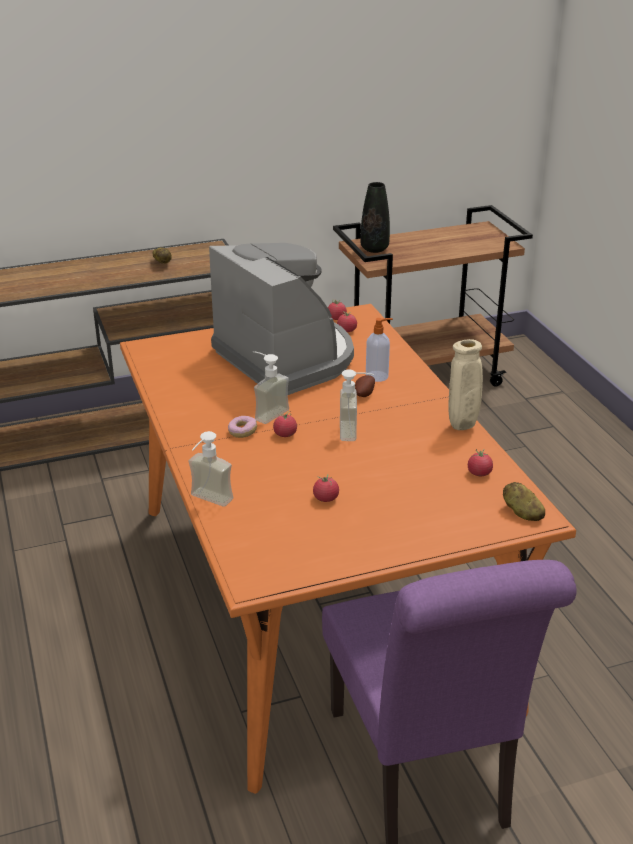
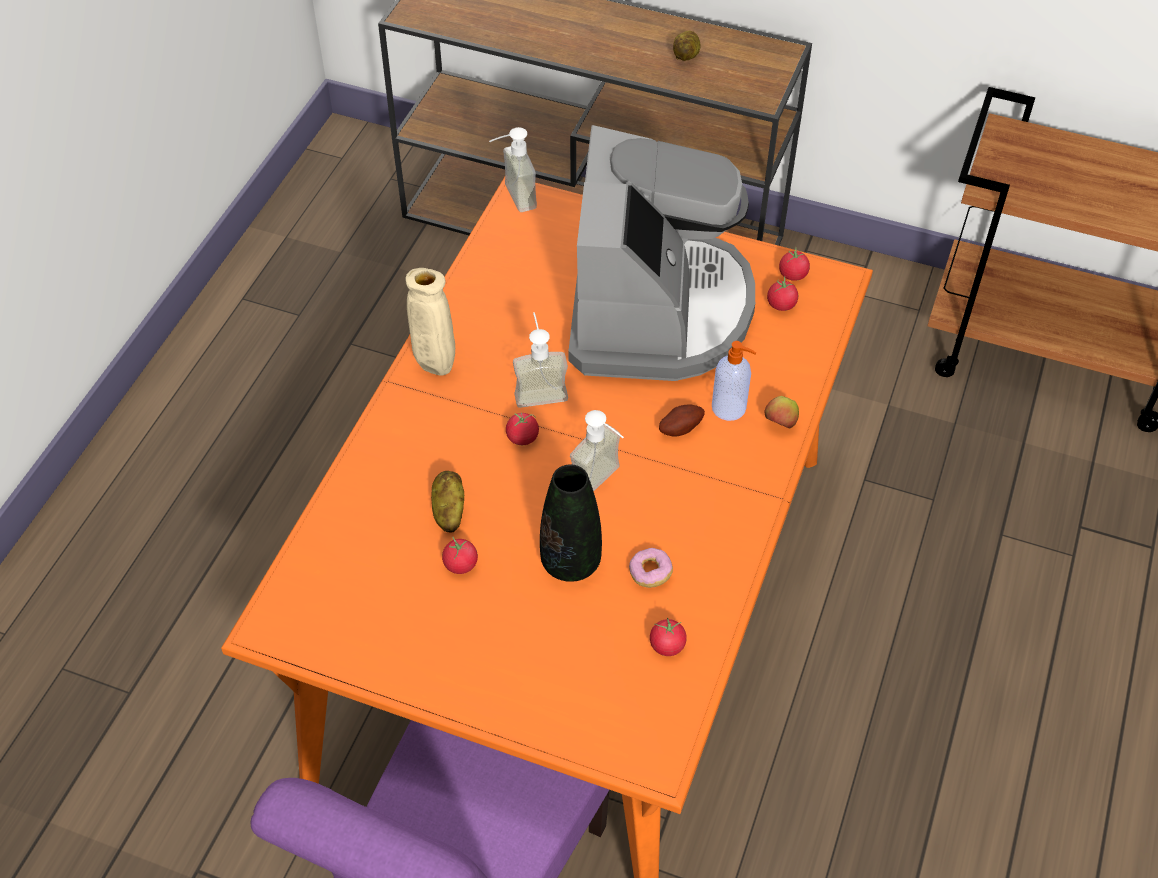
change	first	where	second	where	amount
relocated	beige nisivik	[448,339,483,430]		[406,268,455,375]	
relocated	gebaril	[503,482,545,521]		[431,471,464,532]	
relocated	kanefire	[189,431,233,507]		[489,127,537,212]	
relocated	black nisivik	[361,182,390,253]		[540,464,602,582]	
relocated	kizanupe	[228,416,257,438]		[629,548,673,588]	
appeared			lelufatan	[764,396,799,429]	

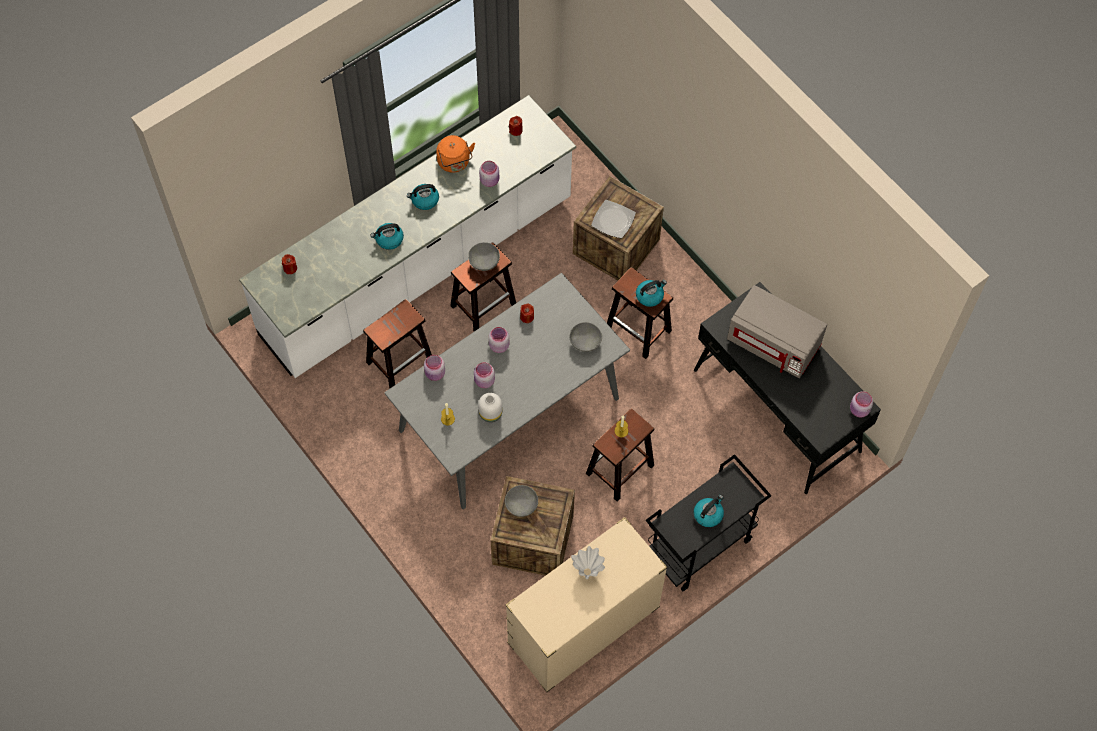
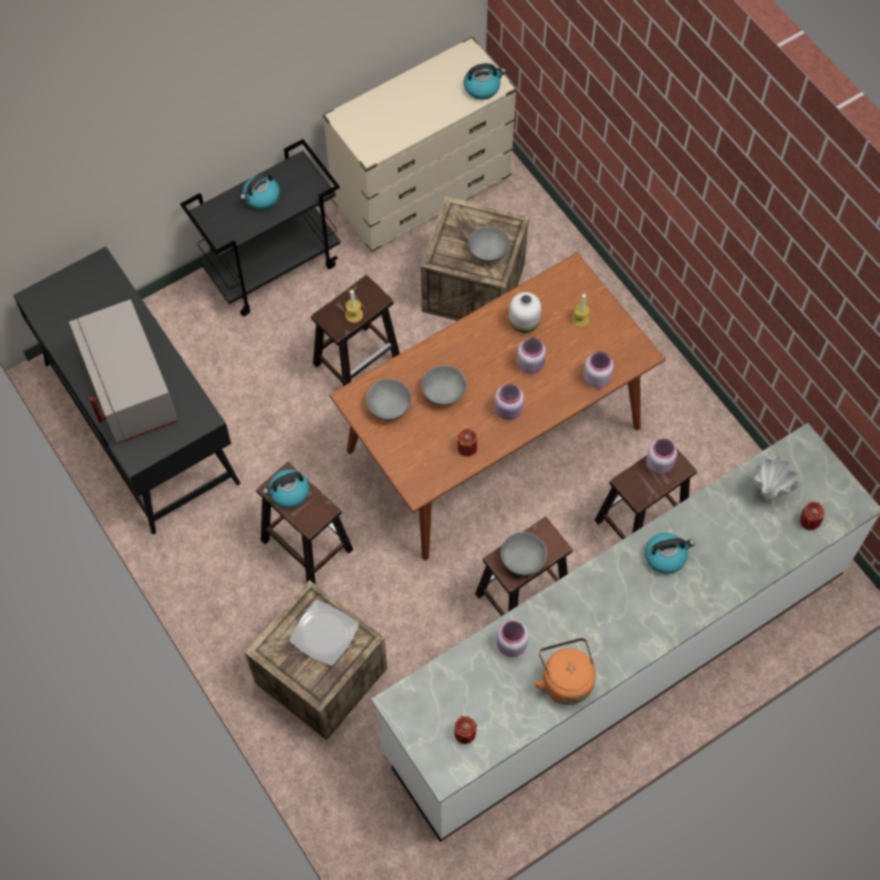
change	first	where	second	where	amount
spun	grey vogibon	[727,285,827,378]		[69,300,178,442]	150 degrees counterclockwise
colour	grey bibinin	[384,273,630,510]	brown bibinin	[329,252,665,561]	
appeared			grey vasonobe	[422,365,467,406]	
relocated	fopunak	[407,184,439,210]		[464,63,506,100]	
relocated	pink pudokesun	[850,392,873,417]		[646,438,677,474]	
relocated	white nisivik	[571,546,605,579]		[754,455,800,499]	

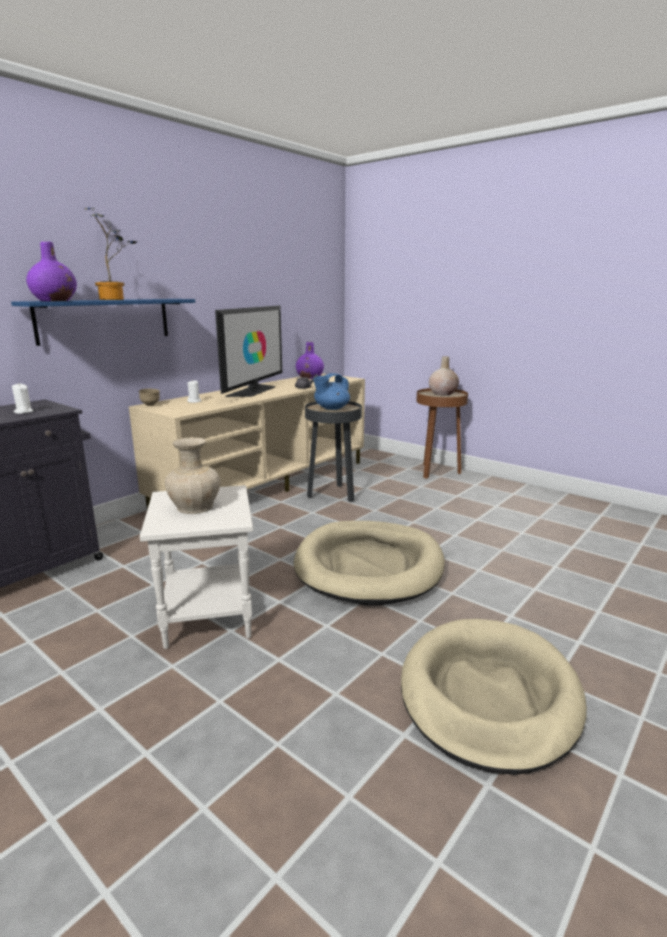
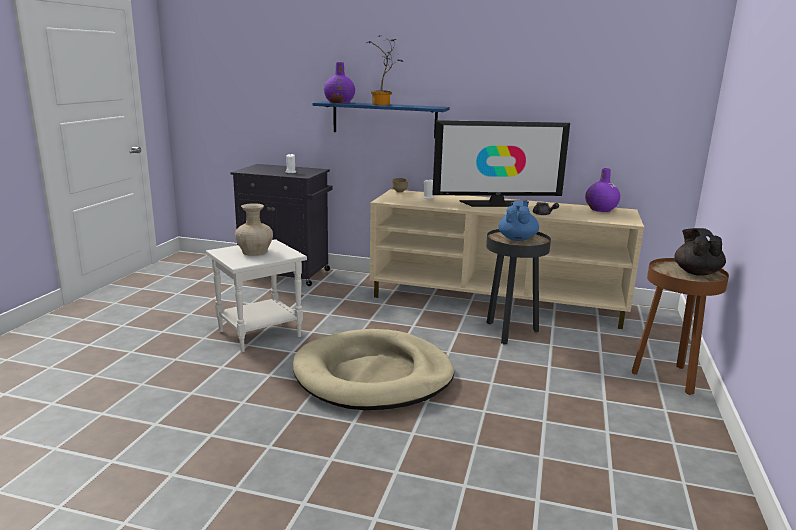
change	first	where	second	where	amount
spun	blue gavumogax	[313,373,350,410]		[498,201,539,241]	75 degrees clockwise
exchanged	beige nisivik	[429,356,459,395]	black gavumogax	[674,228,726,276]	
missing	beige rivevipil	[401,619,587,775]			

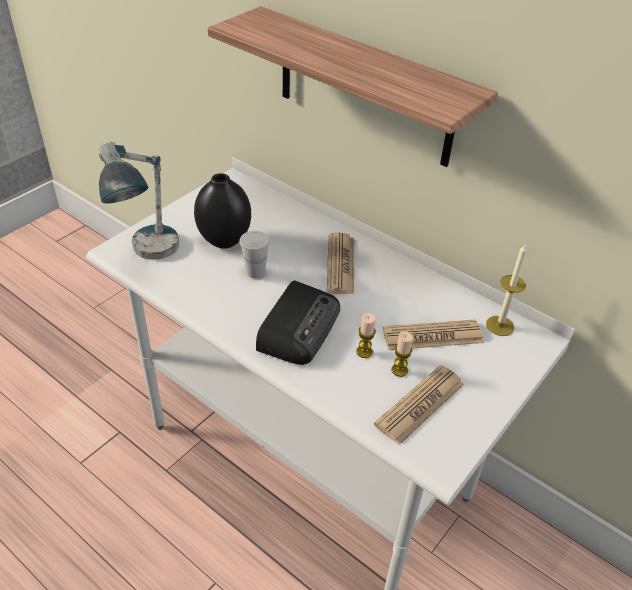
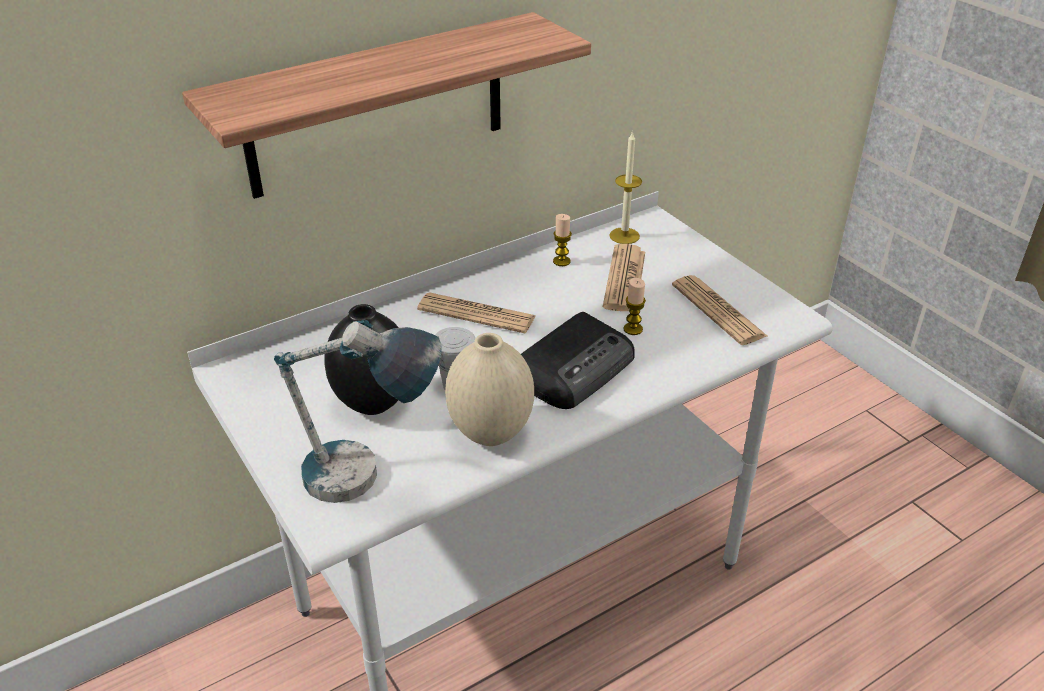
change	first	where	second	where	amount
appeared			beige nisivik	[445,333,534,446]	
spun	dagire	[256,280,340,365]		[521,312,635,409]	90 degrees clockwise
relocated	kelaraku	[391,331,413,377]		[553,214,572,266]	

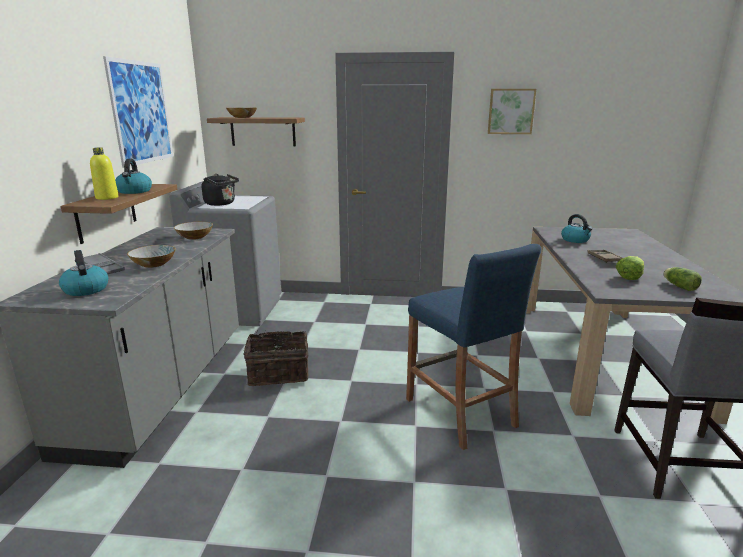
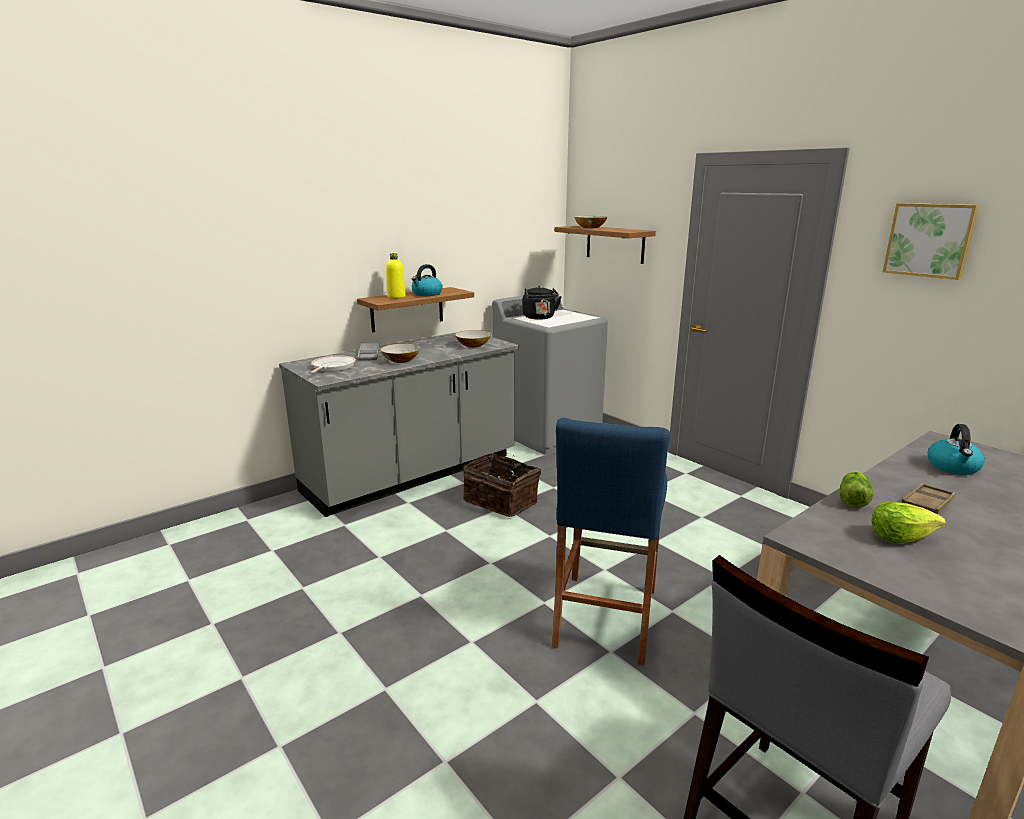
change	first	where	second	where	amount
exchanged	fopunak	[59,250,108,296]	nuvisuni	[310,355,356,373]	
relocated	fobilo	[663,267,702,291]		[840,472,874,508]	
missing	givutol	[103,56,173,168]			

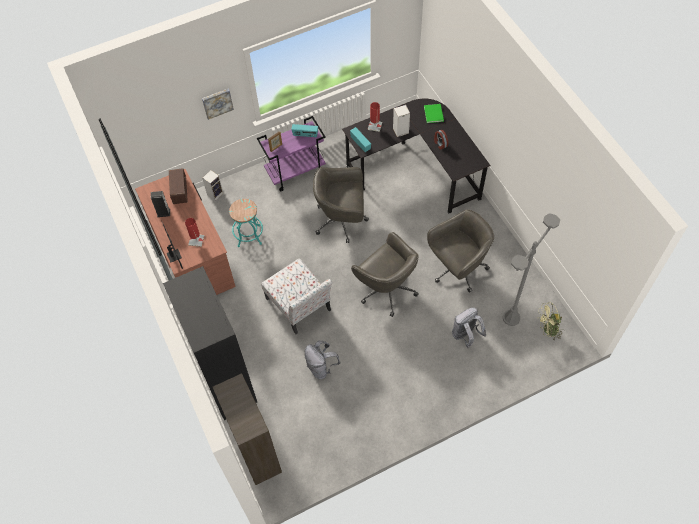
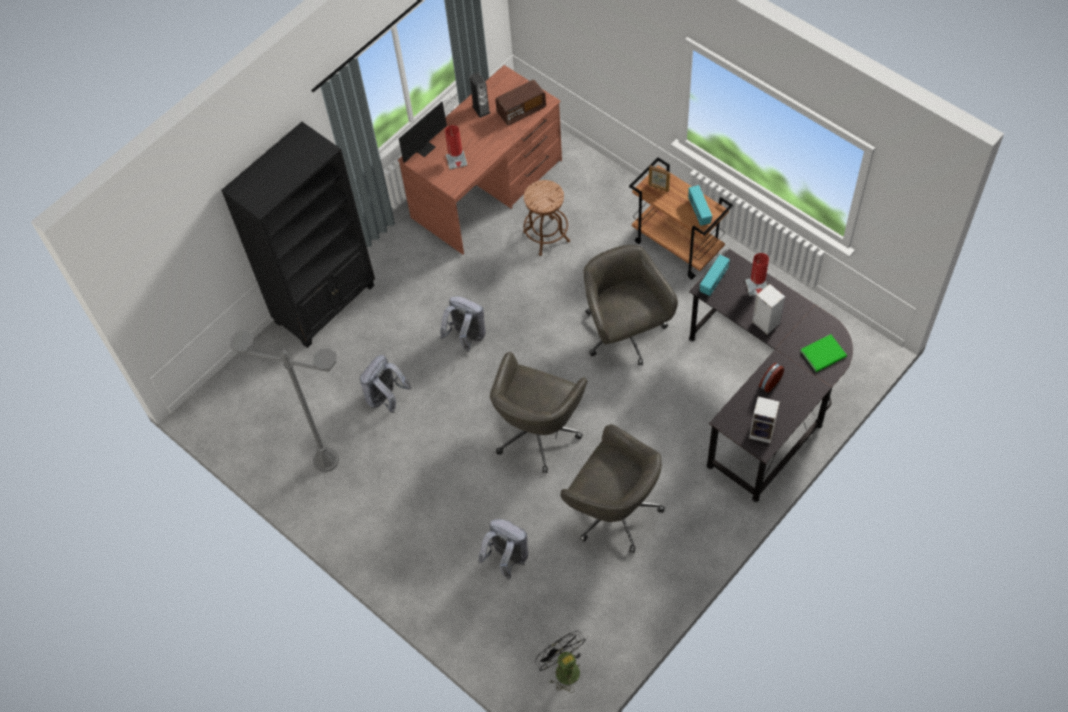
change	first	where	second	where	amount
relocated	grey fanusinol	[503,213,560,326]		[230,331,339,472]	
exchanged	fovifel	[261,258,332,334]	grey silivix	[440,296,486,352]	
colour	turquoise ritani	[229,199,263,247]	brown ritani	[523,180,570,256]	
colour	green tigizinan	[538,302,564,340]	black tigizinan	[535,631,586,693]	
colour	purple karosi	[257,116,326,192]	brown karosi	[629,158,733,279]	
relocated	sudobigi	[202,170,223,201]		[749,396,780,443]	
missing	givutol	[202,89,234,120]			
missing	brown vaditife	[213,373,282,485]			

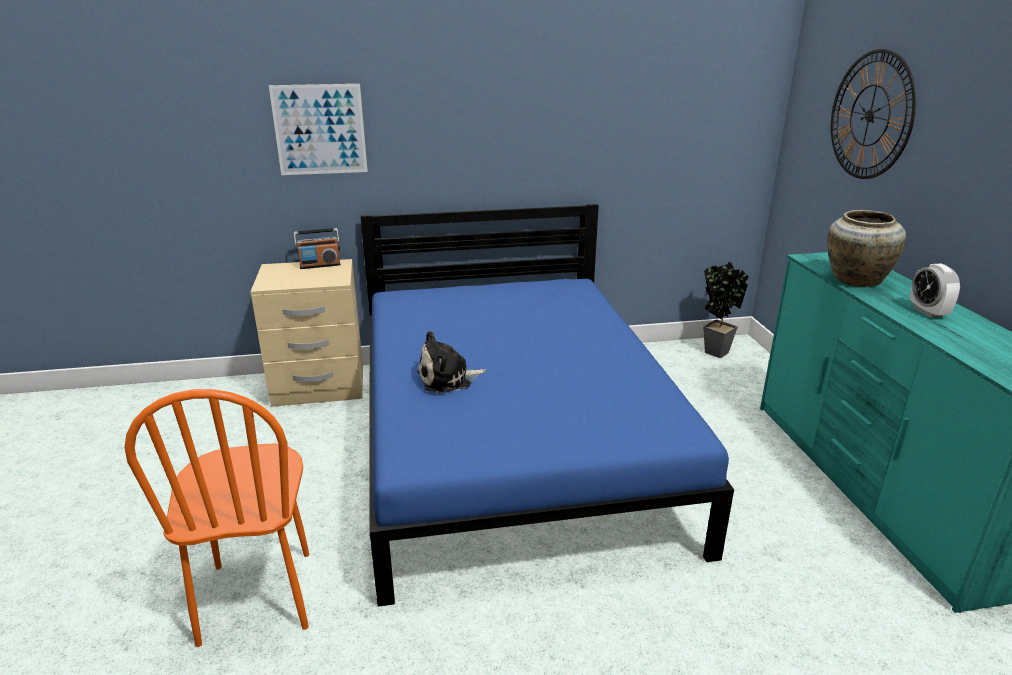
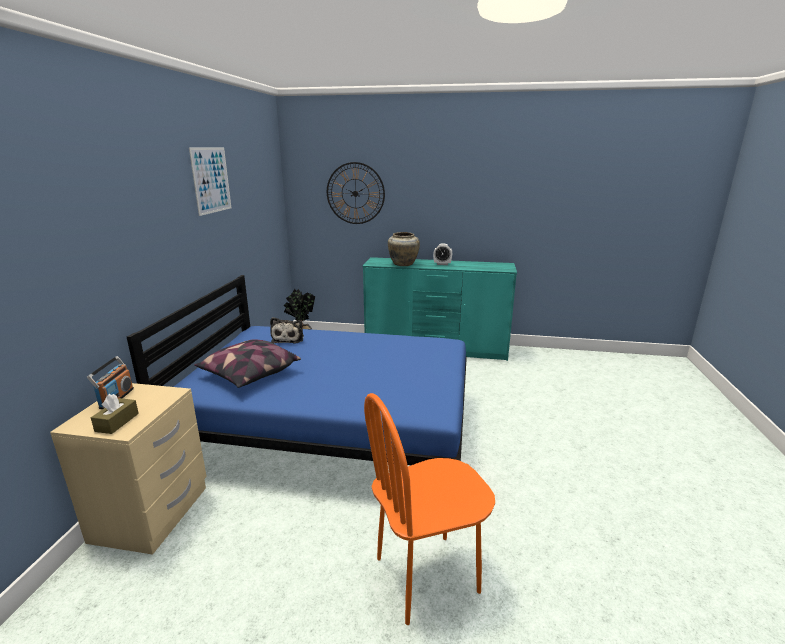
change	first	where	second	where	amount
appeared			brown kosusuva	[91,394,139,434]	
relocated	givutol	[269,84,368,175]		[189,148,231,216]	
appeared			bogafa	[194,339,301,388]	
relocated	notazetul	[417,331,486,393]		[270,317,304,344]	
spun	orange fovifel	[124,389,309,647]		[364,393,495,625]	150 degrees clockwise

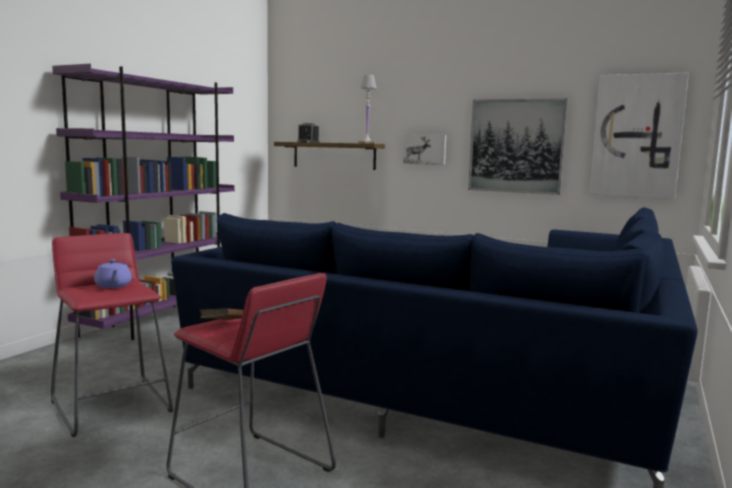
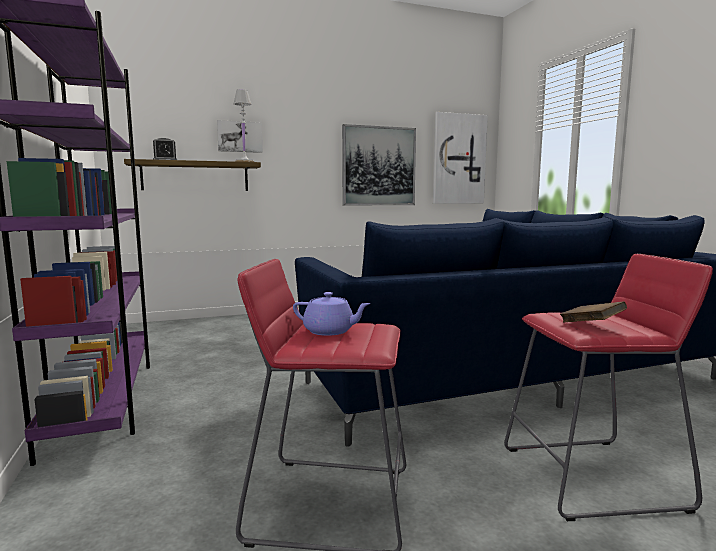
change	first	where	second	where	amount
relocated	givutol	[403,134,446,165]		[217,120,263,153]	

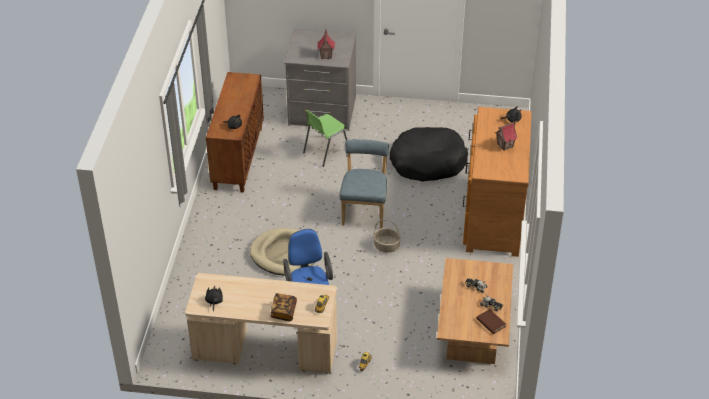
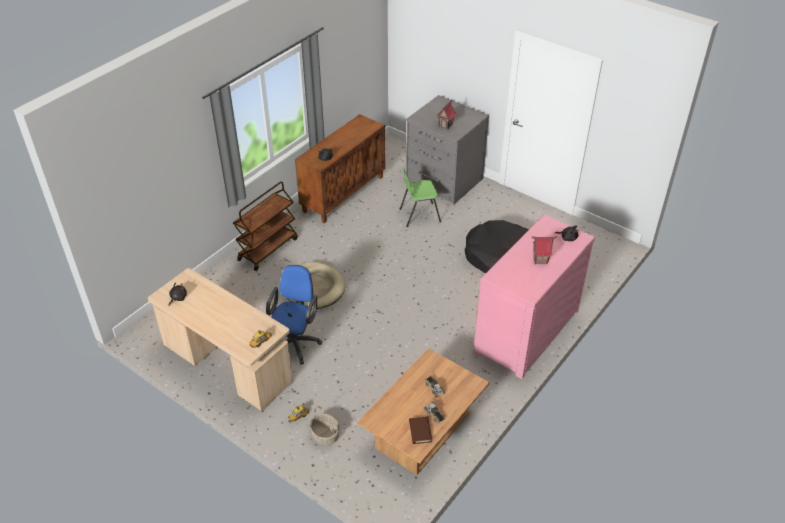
change	first	where	second	where	amount
appeared			brown karosi	[233,181,298,271]	
relocated	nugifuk	[373,220,401,252]		[309,406,340,445]	
colour	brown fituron	[463,107,532,257]	pink fituron	[474,214,595,379]	
missing	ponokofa	[271,293,297,321]			
missing	blue fovifel	[340,139,389,228]			

